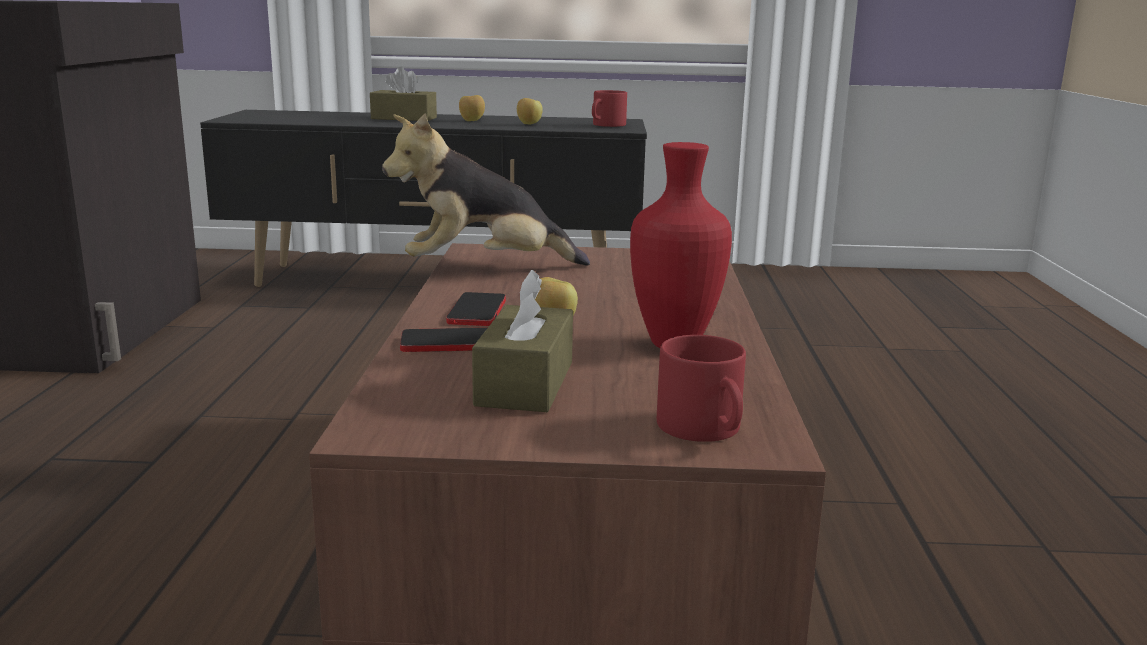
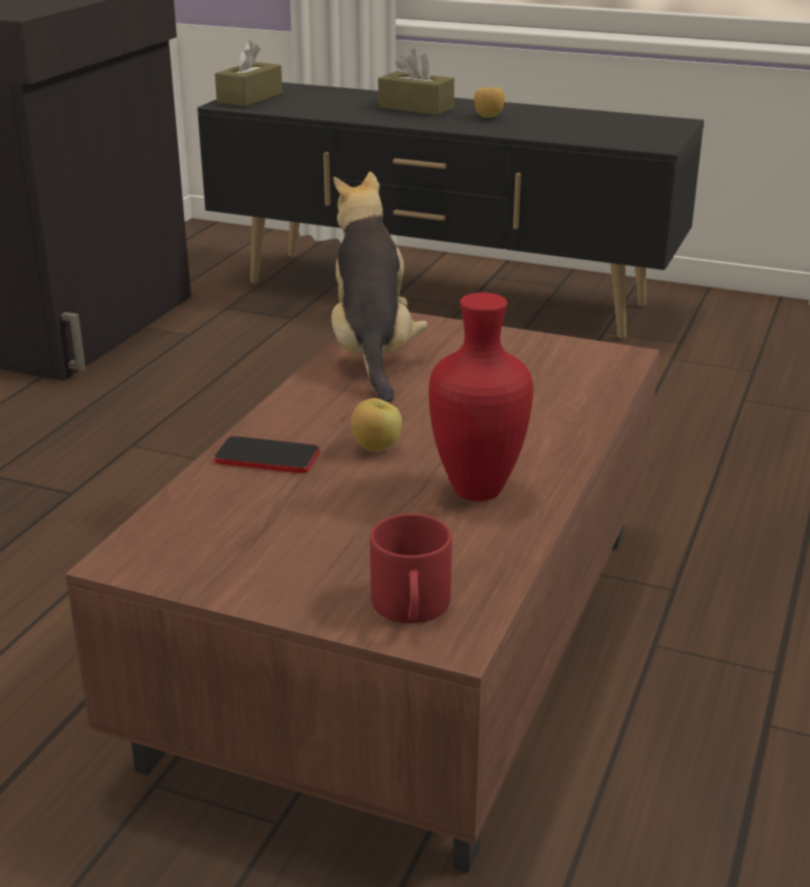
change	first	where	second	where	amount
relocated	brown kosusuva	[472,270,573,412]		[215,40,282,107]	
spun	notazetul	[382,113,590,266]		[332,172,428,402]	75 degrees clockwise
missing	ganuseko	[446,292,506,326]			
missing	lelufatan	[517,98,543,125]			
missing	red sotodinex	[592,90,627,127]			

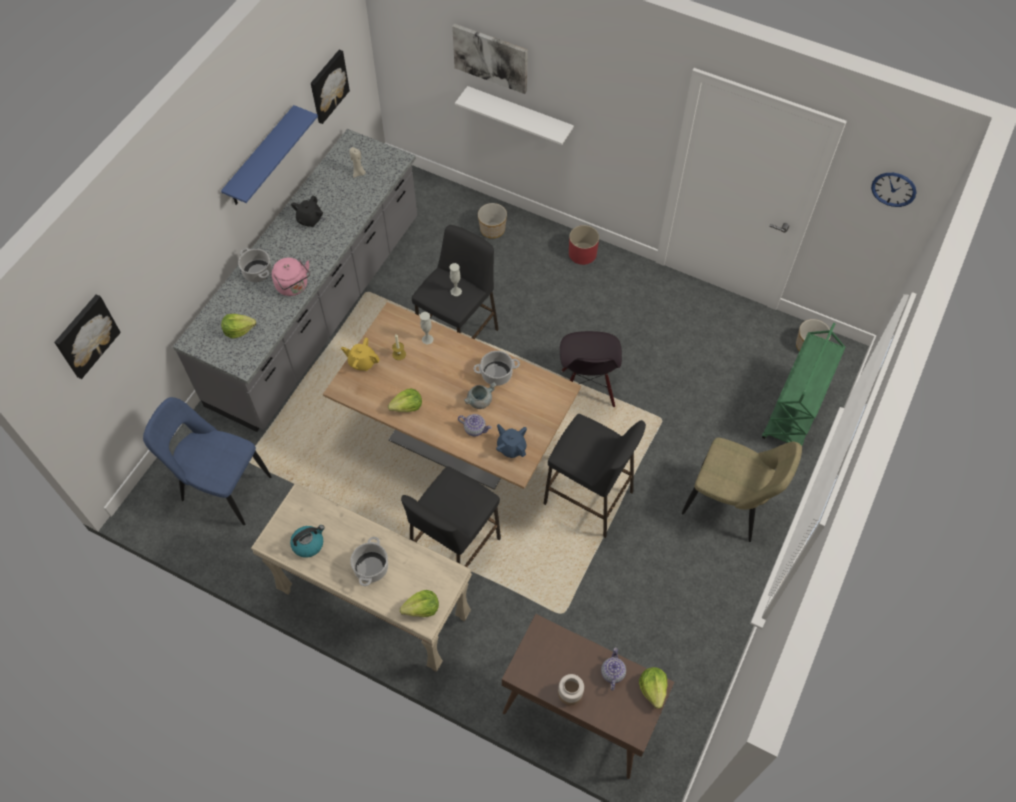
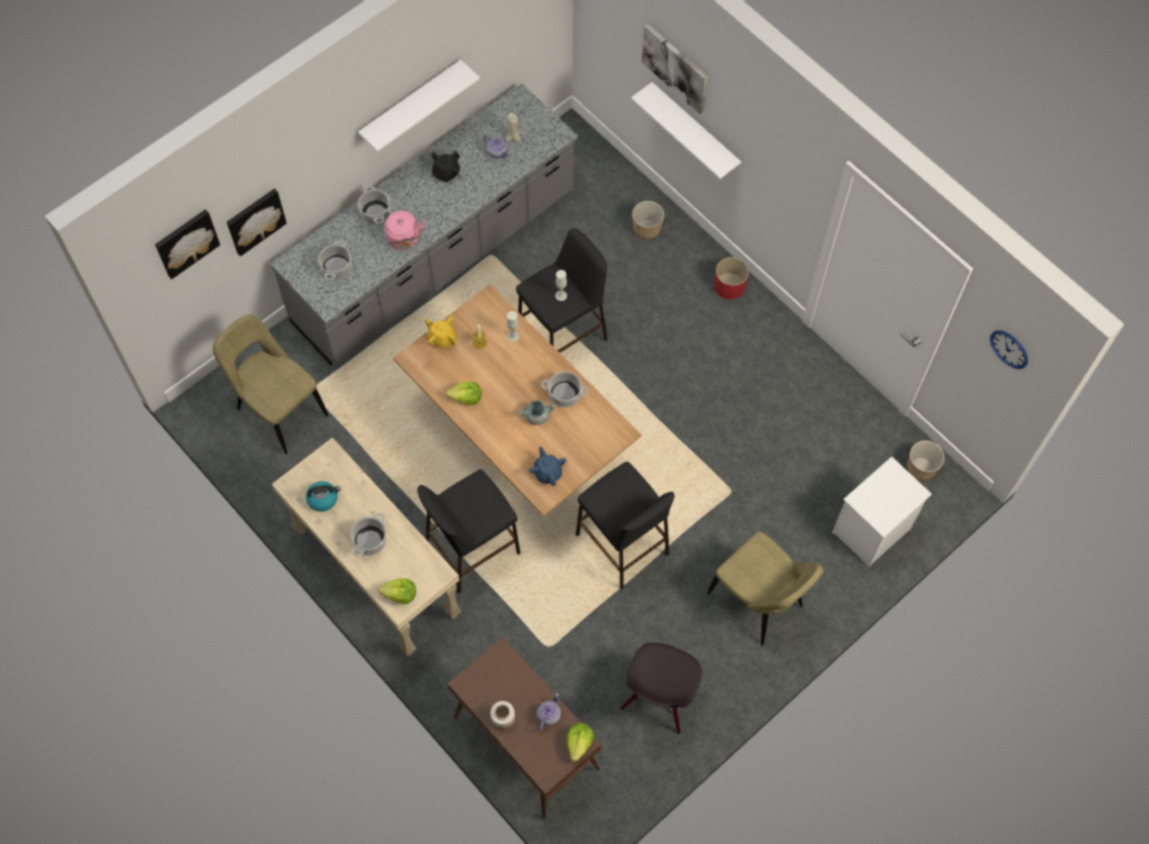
change	first	where	second	where	amount
colour	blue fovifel	[143,397,272,525]	beige fovifel	[213,314,328,454]	
relocated	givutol	[311,50,350,124]		[227,188,287,256]	
exchanged	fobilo	[221,314,256,338]	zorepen	[318,240,352,280]	
colour	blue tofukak	[221,105,318,205]	white tofukak	[358,60,480,152]	
relocated	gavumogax	[458,414,492,436]		[484,135,510,158]	
relocated	black fovifel	[560,331,622,407]		[621,643,702,733]	
exchanged	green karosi	[762,323,845,446]	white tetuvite	[832,457,932,566]	

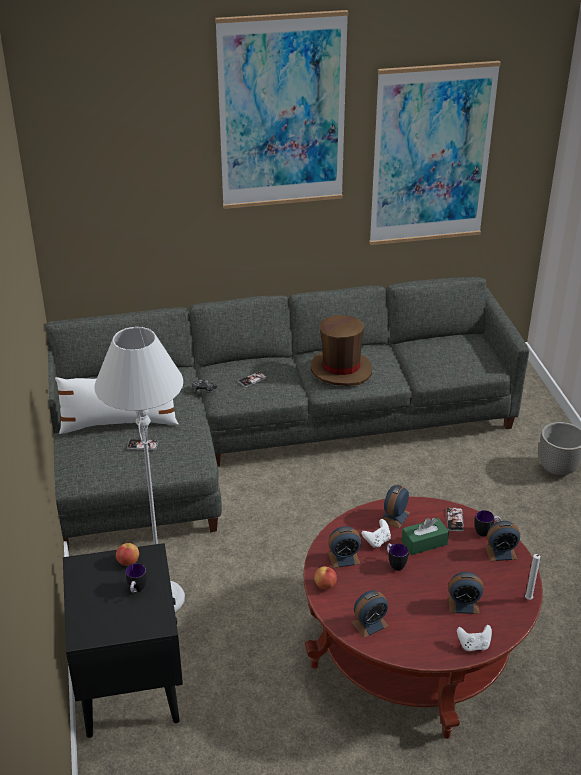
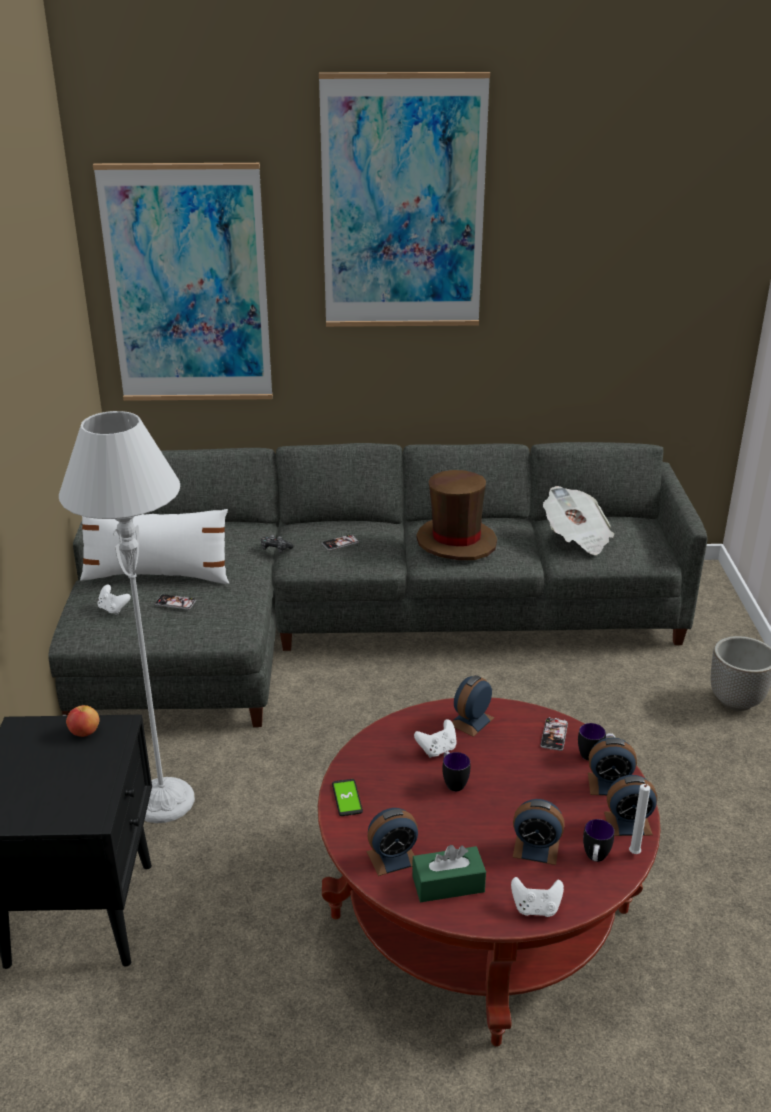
change	first	where	second	where	amount
relocated	givutol	[369,61,501,245]		[93,163,273,401]	
appeared			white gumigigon	[97,585,131,615]	
exchanged	lelufatan	[314,566,337,590]	ganuseko	[332,779,363,816]	
relocated	green kosusuva	[402,518,449,555]		[412,845,486,902]	
appeared			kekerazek	[543,486,615,555]	
relocated	sotodinex	[125,563,147,592]		[583,819,614,862]	
relocated	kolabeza	[328,526,361,568]		[604,775,657,836]	

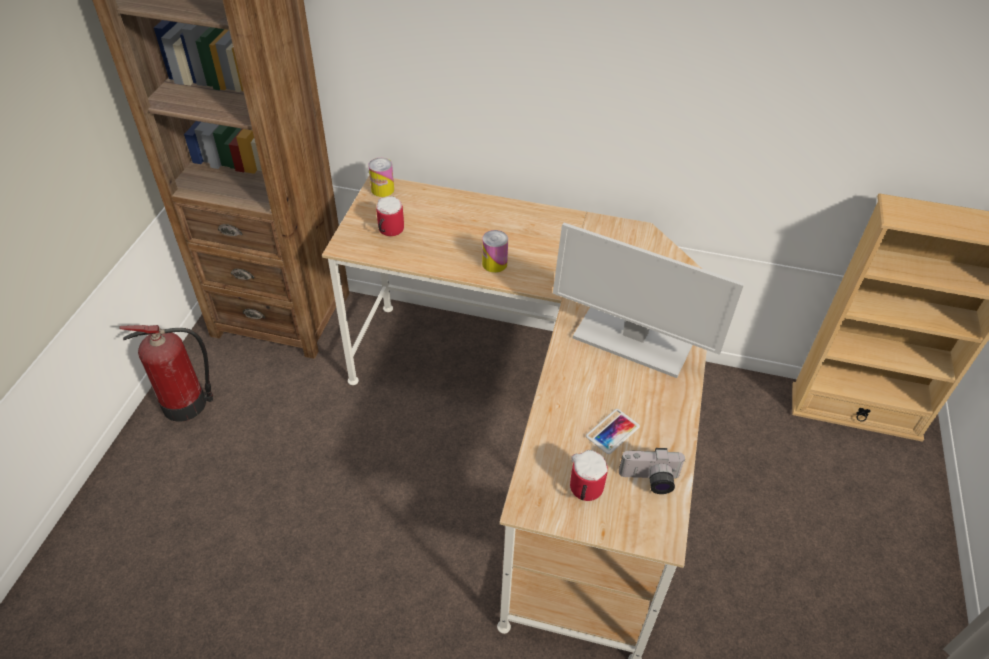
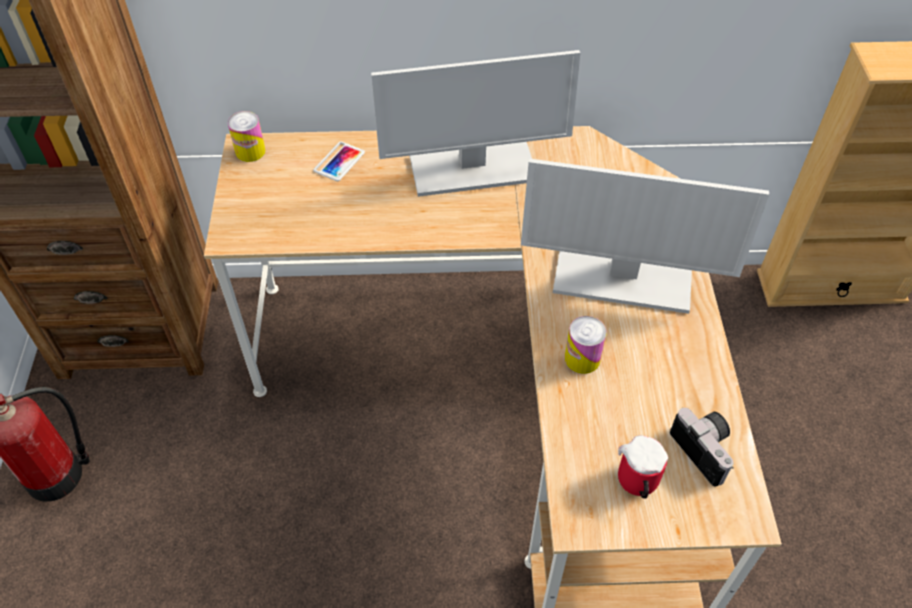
change	first	where	second	where	amount
relocated	ganuseko	[586,409,640,454]		[313,142,365,181]	
appeared			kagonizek	[371,50,580,197]	
relocated	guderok	[482,230,508,273]		[565,316,607,374]	
spun	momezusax	[619,448,686,494]		[670,408,734,486]	105 degrees counterclockwise
missing	sotodinex	[376,196,404,236]			

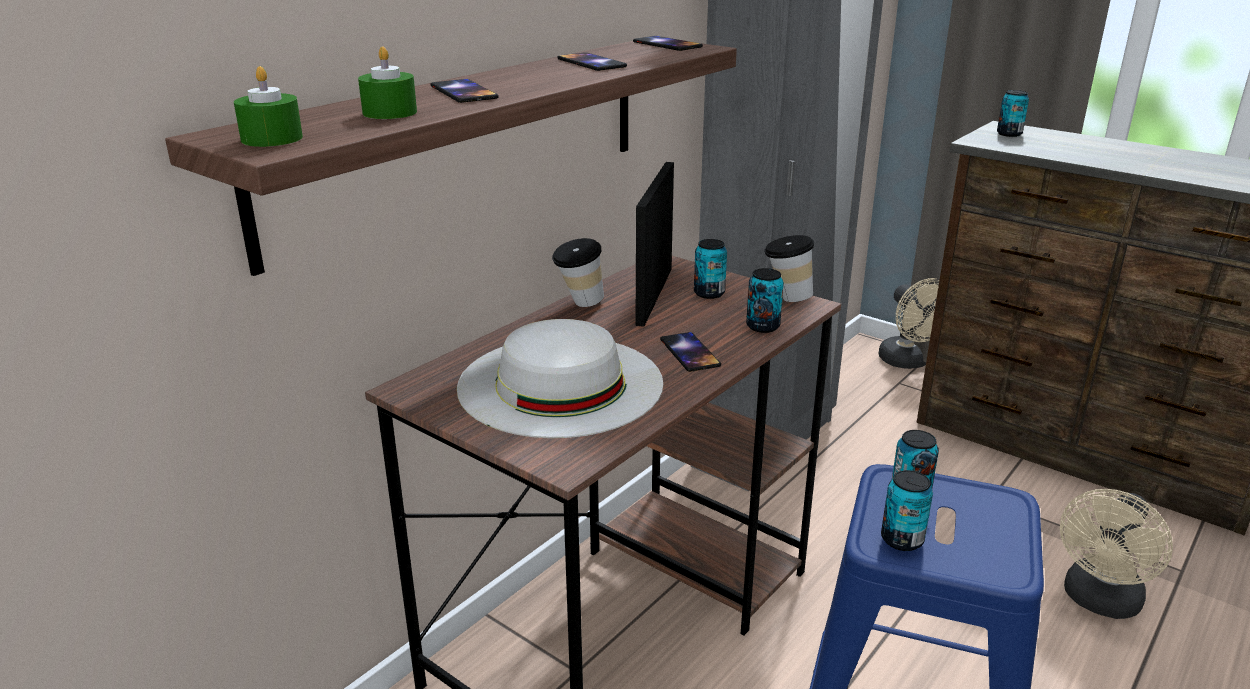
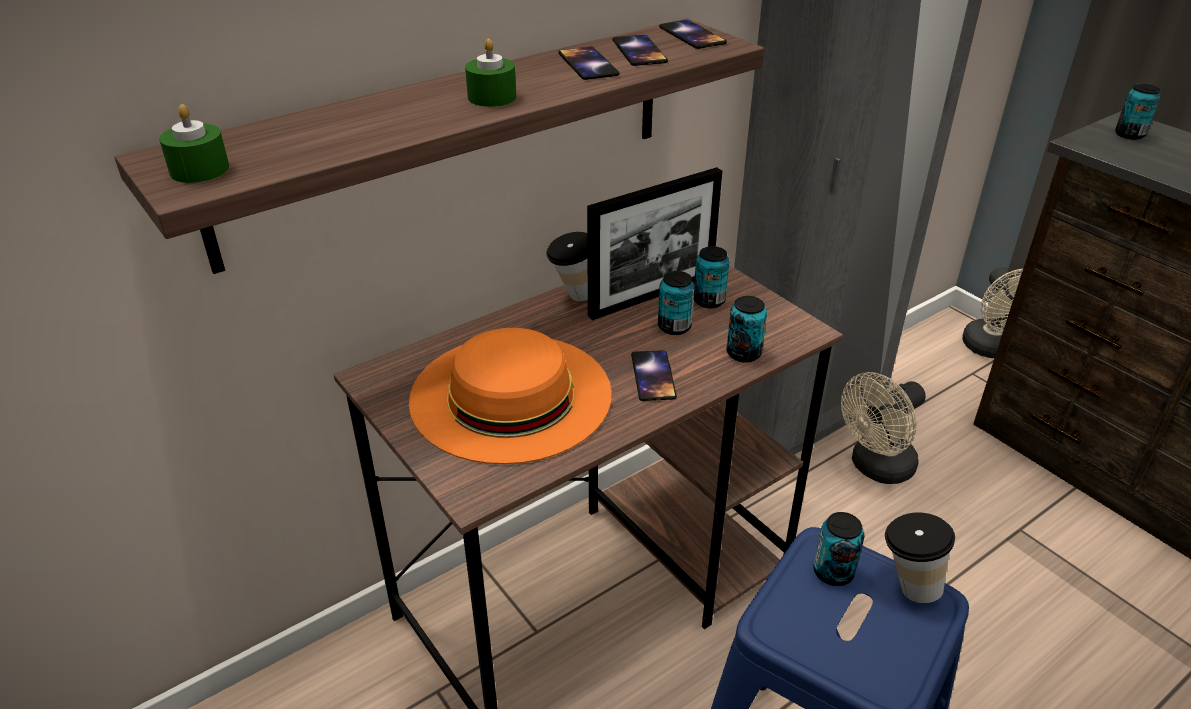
change	first	where	second	where	amount
colour	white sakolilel	[457,319,663,438]	orange sakolilel	[409,328,612,464]	
relocated	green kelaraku	[358,46,417,119]		[465,39,516,107]	
spun	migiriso	[635,162,674,327]		[587,167,722,320]	150 degrees counterclockwise
relocated	ganuseko	[431,79,499,103]		[612,35,668,66]	
relocated	guderok	[881,470,933,551]		[658,271,695,335]	
relocated	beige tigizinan	[1060,489,1173,619]		[841,372,926,484]	
relocated	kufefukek	[765,235,814,302]		[885,513,955,603]	

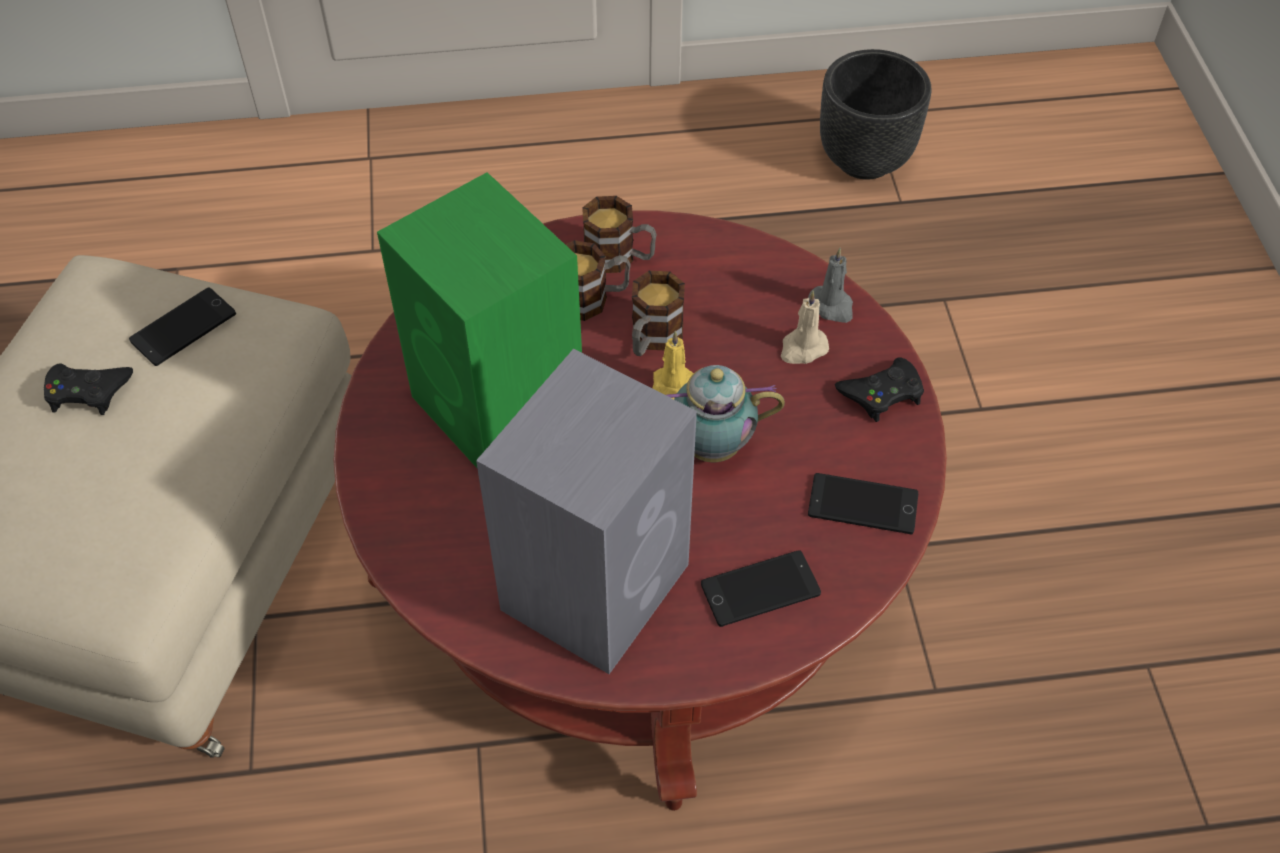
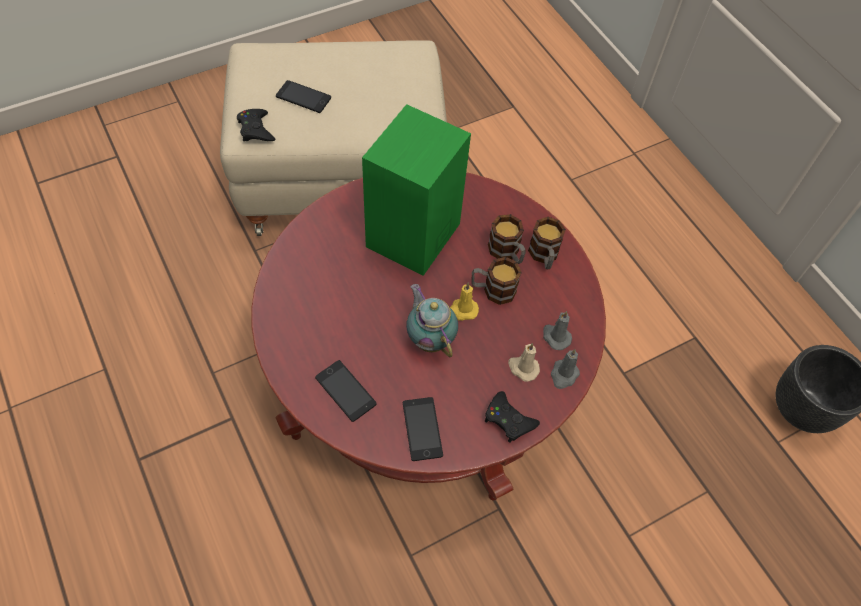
change	first	where	second	where	amount
relocated	black gumigigon	[44,363,133,415]		[237,109,275,141]	
relocated	ganuseko	[129,288,236,366]		[276,80,331,113]	
appeared			grey kelaraku	[543,311,572,350]	
missing	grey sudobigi	[476,349,697,674]			

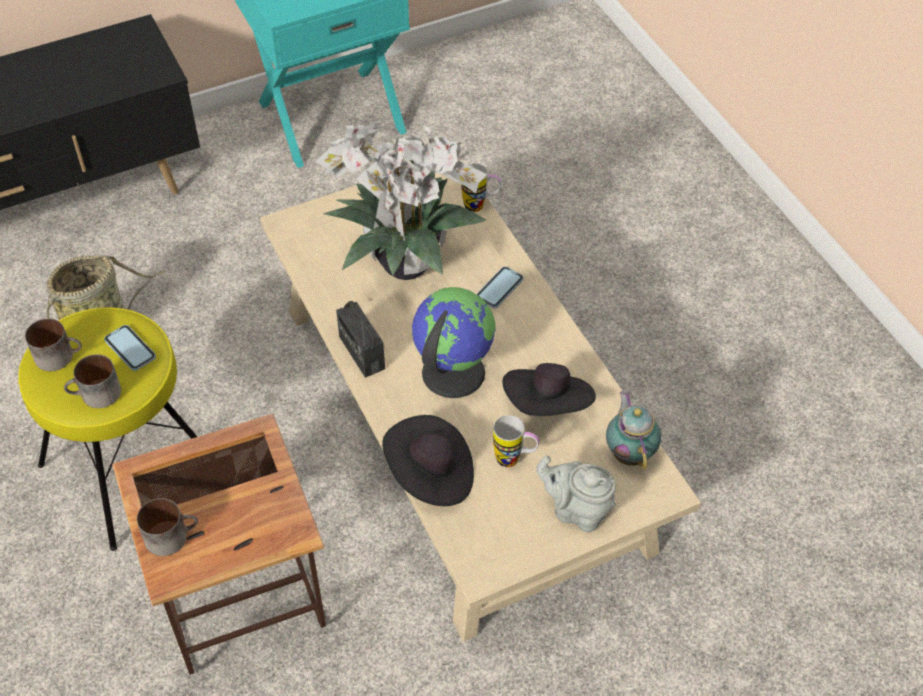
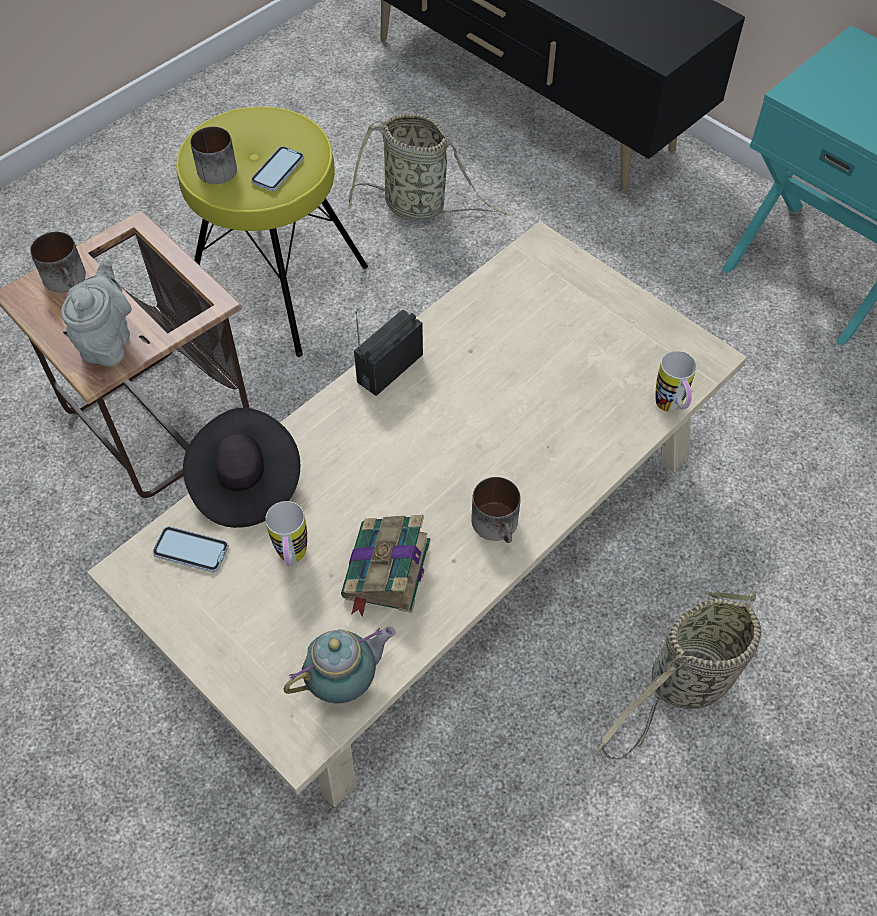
change	first	where	second	where	amount
relocated	grey gavumogax	[536,455,616,533]		[61,258,132,367]	
relocated	ganuseko	[476,267,523,308]		[153,526,229,572]	
exchanged	black sakolilel	[502,363,596,416]	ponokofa	[341,515,430,616]	
relocated	sotodinex	[25,318,82,371]		[471,477,521,543]	
appeared			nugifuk	[597,590,761,760]	
missing	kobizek	[316,121,487,280]			
missing	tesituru	[412,287,496,398]			

